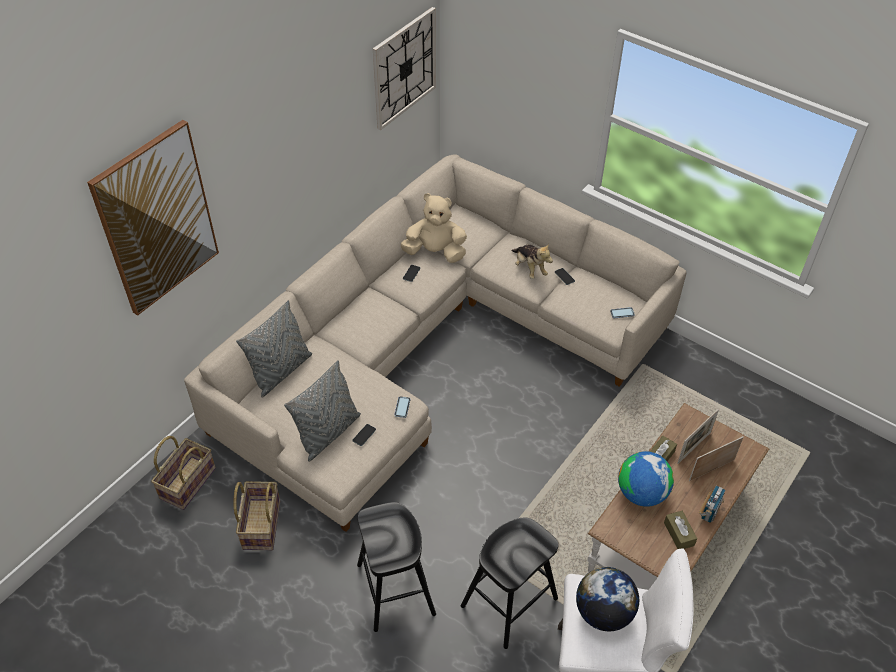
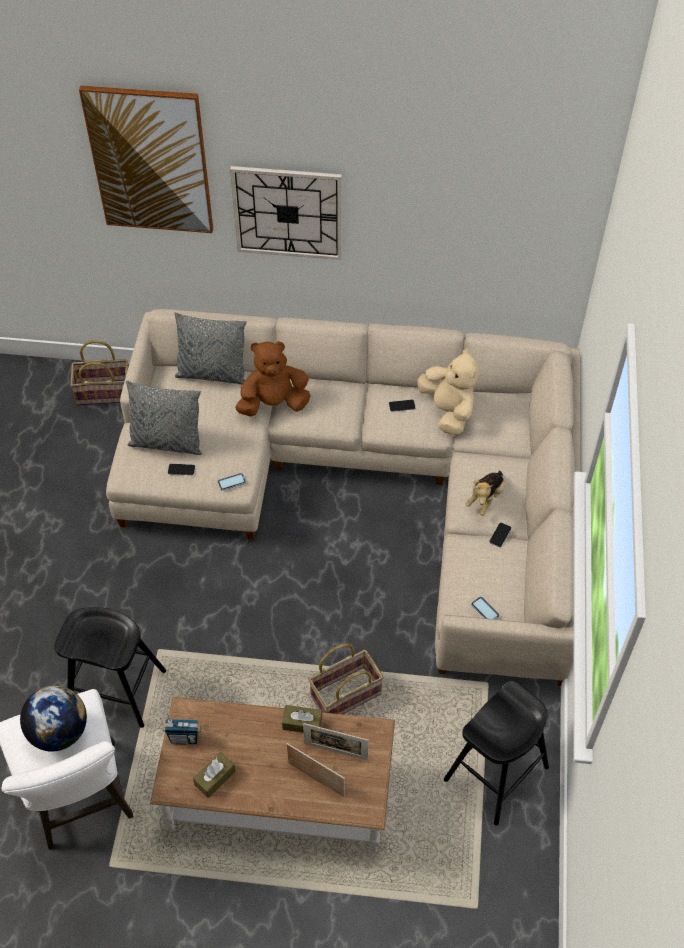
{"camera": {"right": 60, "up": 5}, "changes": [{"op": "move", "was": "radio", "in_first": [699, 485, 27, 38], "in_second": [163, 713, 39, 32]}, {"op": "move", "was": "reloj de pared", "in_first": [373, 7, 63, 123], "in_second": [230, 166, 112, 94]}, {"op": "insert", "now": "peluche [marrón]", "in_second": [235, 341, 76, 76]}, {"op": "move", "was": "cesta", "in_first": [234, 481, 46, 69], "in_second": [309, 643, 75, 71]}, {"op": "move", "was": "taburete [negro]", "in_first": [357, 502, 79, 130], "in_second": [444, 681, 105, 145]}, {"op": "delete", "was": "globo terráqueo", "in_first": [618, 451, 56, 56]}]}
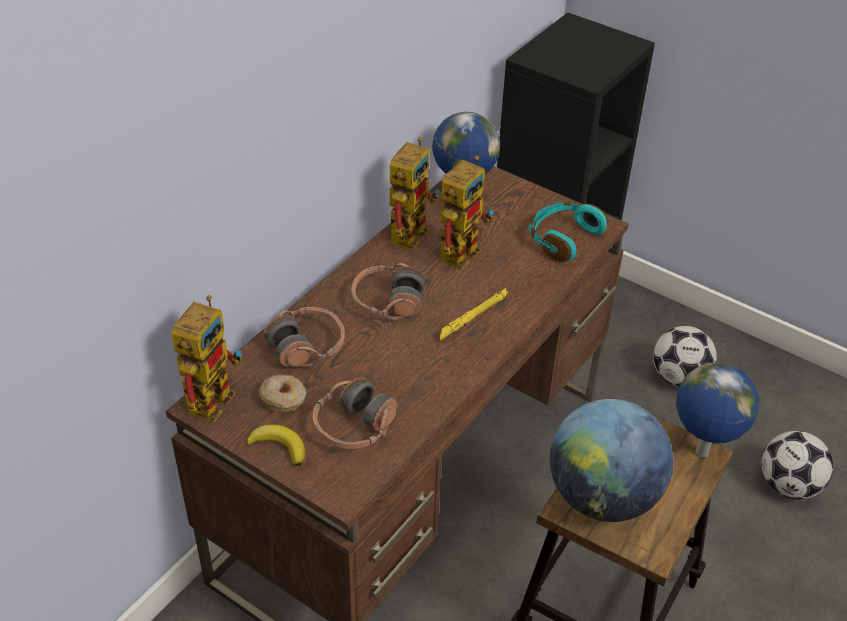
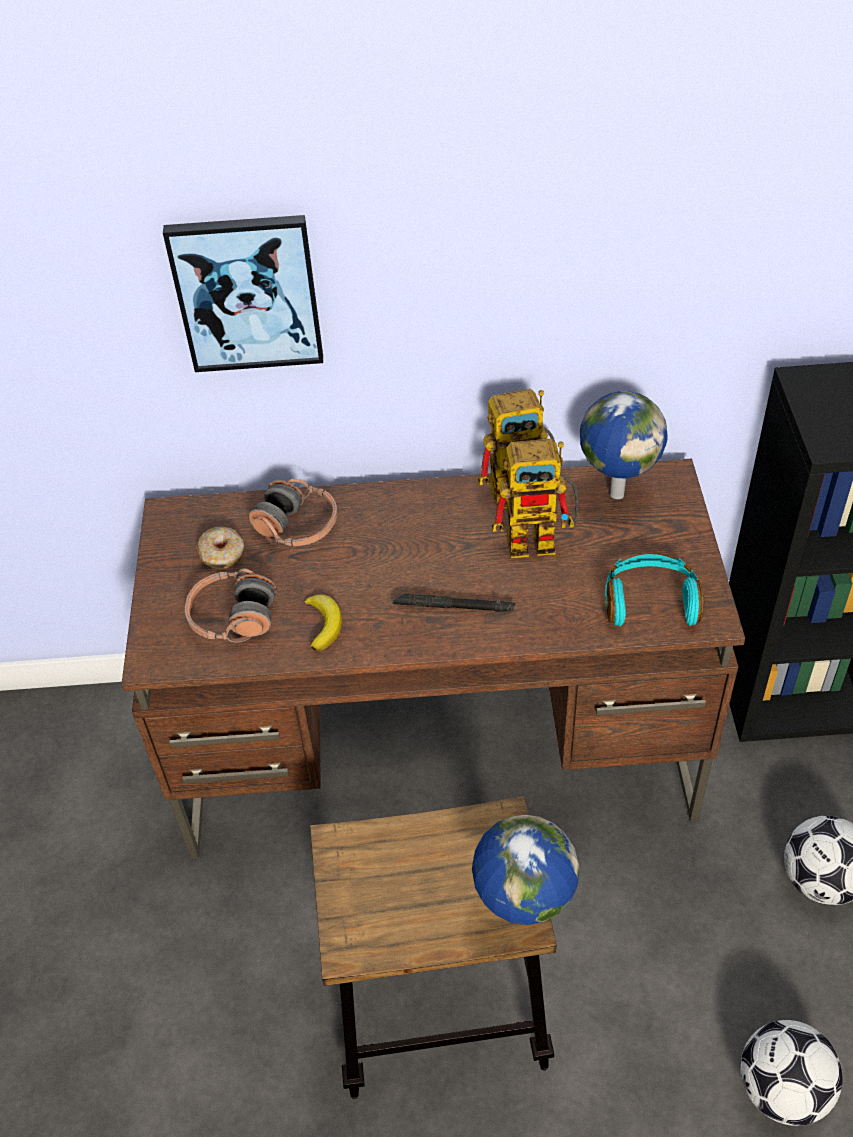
{"camera": {"right": 55, "up": 5}, "changes": [{"op": "insert", "now": "cuadro", "in_second": [163, 215, 160, 157]}, {"op": "move", "was": "plátano", "in_first": [246, 425, 60, 41], "in_second": [304, 594, 38, 57]}, {"op": "recolor", "was": "linterna [amarillo]", "now": "linterna [negro]", "in_first": [440, 288, 69, 53], "in_second": [393, 594, 123, 18]}, {"op": "delete", "was": "robot de juguete", "in_first": [172, 295, 70, 128]}, {"op": "delete", "was": "auriculares", "in_first": [352, 263, 74, 57]}, {"op": "delete", "was": "globo terráqueo", "in_first": [550, 399, 123, 123]}]}
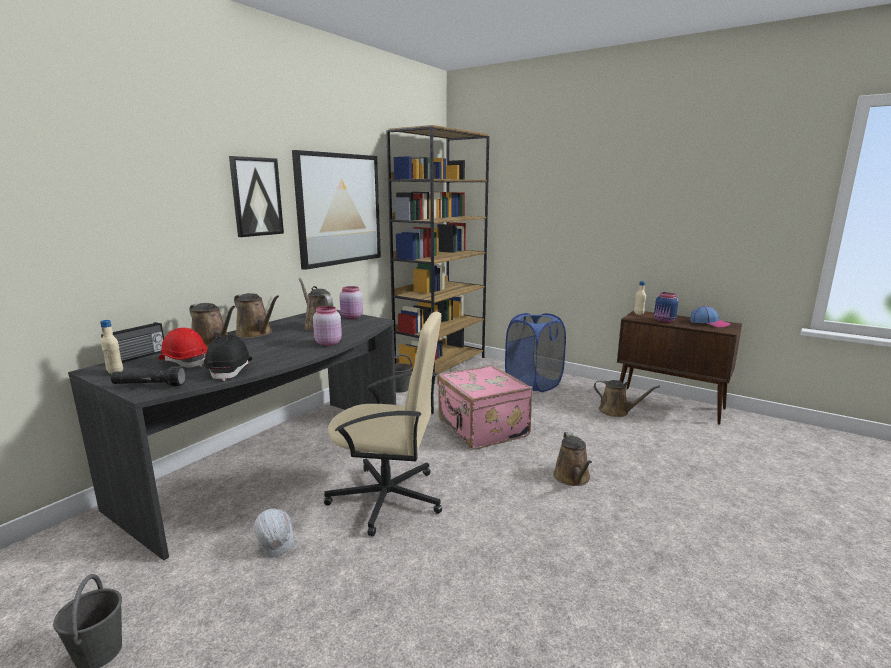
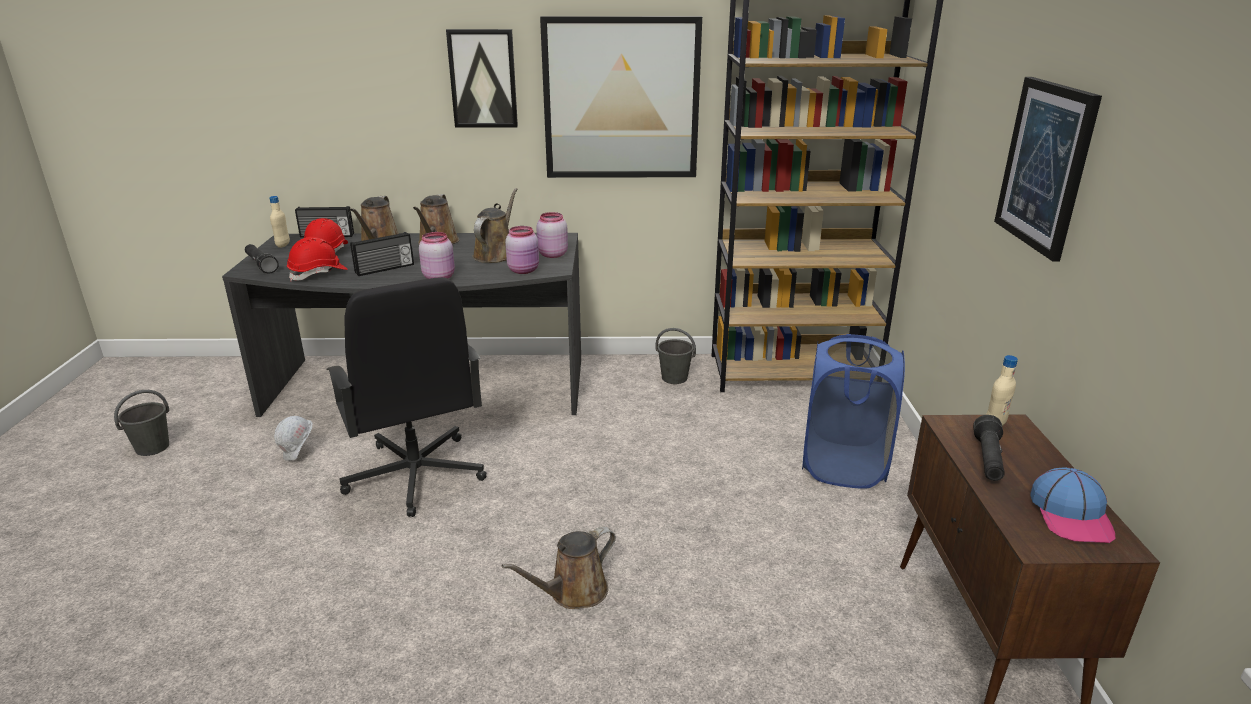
{"camera": {"right": 55, "up": 10}, "changes": [{"op": "recolor", "was": "casco [negro]", "now": "casco [rojo]", "in_first": [204, 335, 48, 46], "in_second": [287, 237, 61, 44]}, {"op": "recolor", "was": "silla de oficina [beis]", "now": "silla de oficina [negro]", "in_first": [324, 312, 118, 224], "in_second": [326, 277, 161, 240]}, {"op": "insert", "now": "radio", "in_second": [350, 232, 64, 44]}, {"op": "insert", "now": "tarro [rosa]", "in_second": [505, 226, 34, 48]}, {"op": "replace", "was": "tarro [azul]", "now": "linterna [negro]", "in_first": [654, 292, 24, 31], "in_second": [973, 415, 32, 66]}, {"op": "insert", "now": "cuadro", "in_second": [994, 77, 108, 184]}, {"op": "delete", "was": "maleta [rosa]", "in_first": [437, 365, 96, 84]}, {"op": "delete", "was": "regadera [marrón]", "in_first": [594, 380, 66, 37]}]}
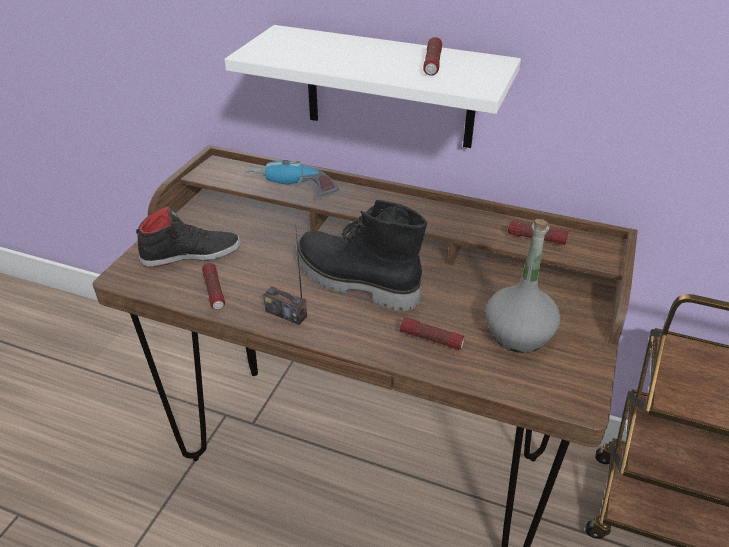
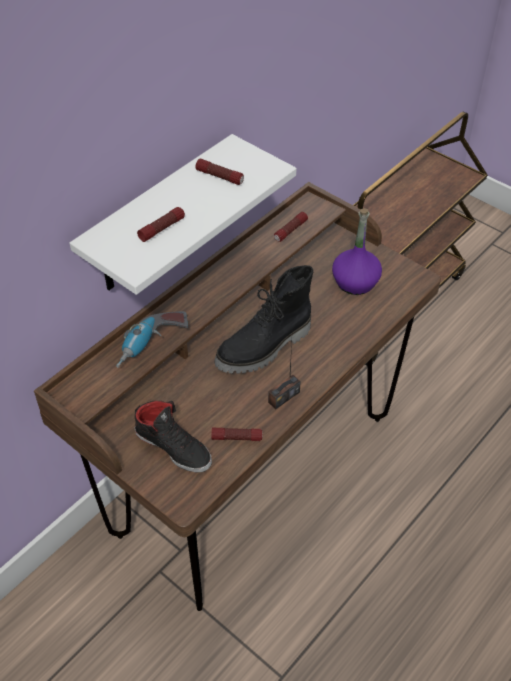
{"camera": {"right": -70, "up": 10}, "changes": [{"op": "rotate", "was": "zapato [negro]", "in_first": [136, 204, 105, 63], "in_second": [135, 401, 77, 72], "clockwise": 120}, {"op": "move", "was": "linterna", "in_first": [400, 317, 65, 33], "in_second": [137, 207, 48, 35]}, {"op": "recolor", "was": "botella [gris]", "now": "botella [morado]", "in_first": [486, 219, 74, 134], "in_second": [332, 208, 50, 87]}]}
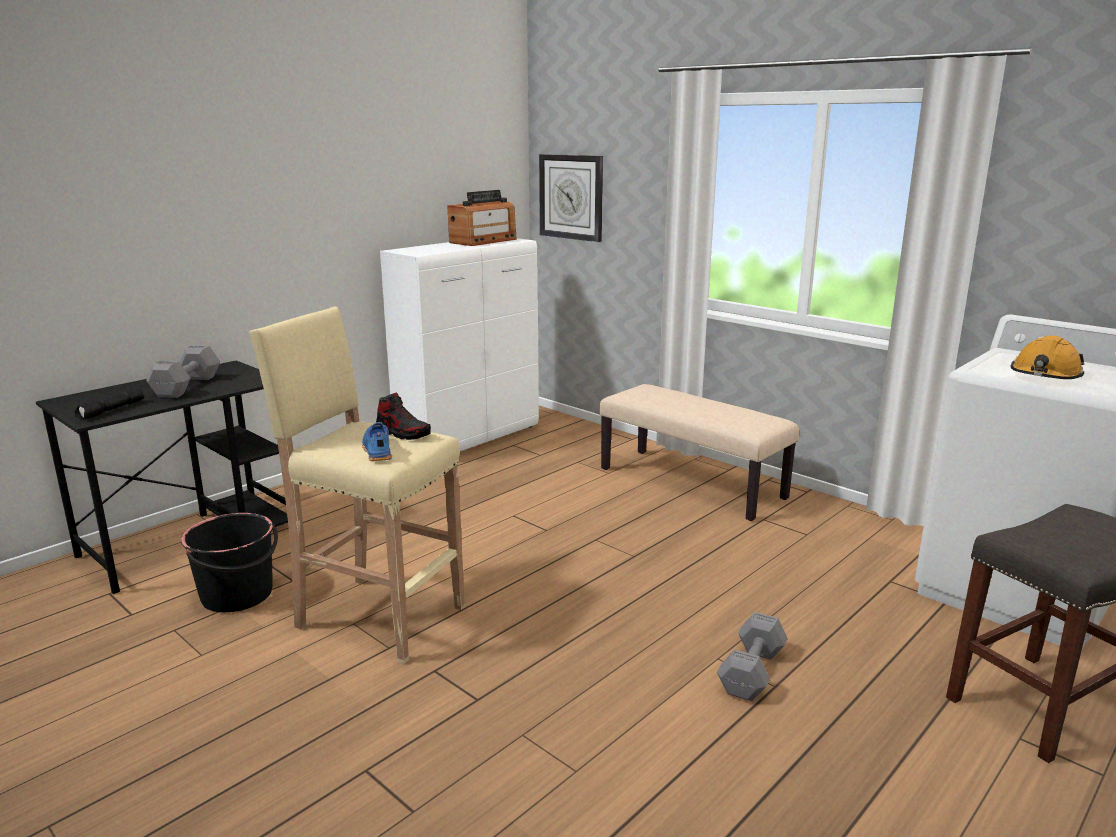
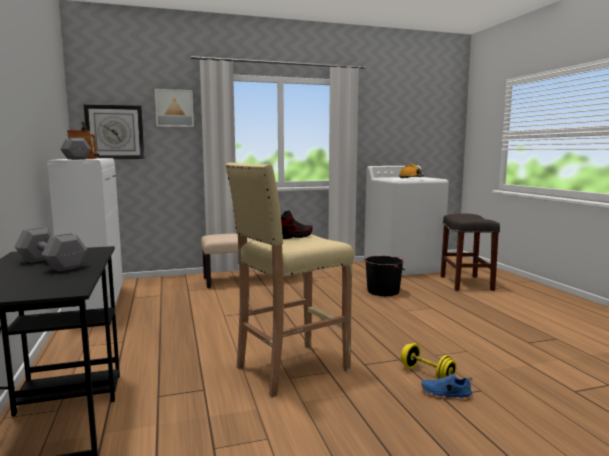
{"camera": {"right": -60, "up": -10}, "changes": [{"op": "move", "was": "mancuerna [gris]", "in_first": [717, 612, 71, 89], "in_second": [60, 138, 31, 22]}, {"op": "insert", "now": "cuadro", "in_second": [155, 89, 39, 38]}, {"op": "move", "was": "cubo [negro]", "in_first": [181, 513, 97, 99], "in_second": [365, 256, 40, 40]}, {"op": "insert", "now": "mancuerna [amarillo]", "in_second": [401, 343, 56, 36]}, {"op": "move", "was": "zapato [azul]", "in_first": [362, 422, 30, 39], "in_second": [421, 373, 52, 27]}, {"op": "delete", "was": "linterna [negro]", "in_first": [75, 389, 69, 30]}]}
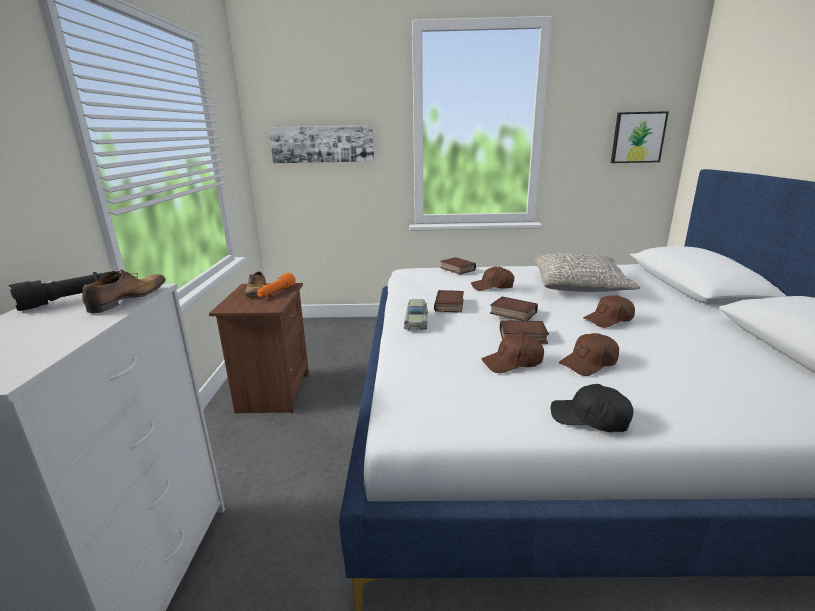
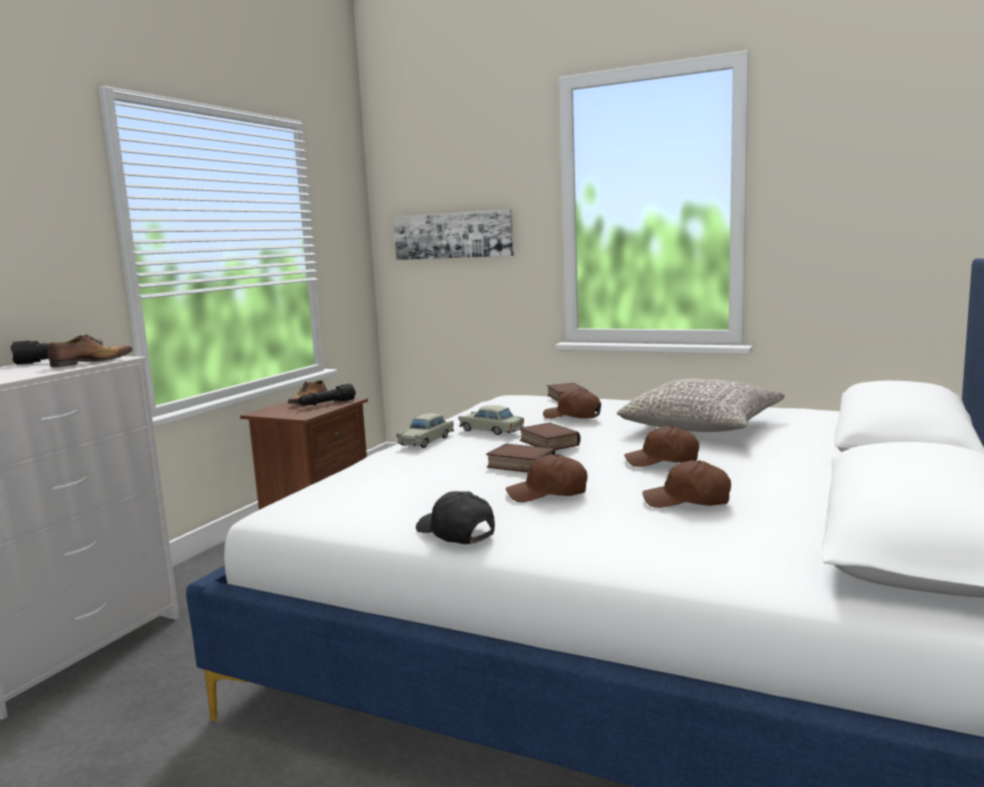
{"camera": {"right": 25, "up": -10}, "changes": [{"op": "recolor", "was": "linterna [naranja]", "now": "linterna [negro]", "in_first": [257, 273, 39, 24], "in_second": [298, 383, 58, 23]}, {"op": "replace", "was": "libro", "now": "coche de juguete [beis]", "in_first": [434, 290, 30, 23], "in_second": [458, 405, 66, 30]}, {"op": "move", "was": "gorra [marrón]", "in_first": [482, 334, 62, 39], "in_second": [642, 460, 89, 48]}, {"op": "delete", "was": "cuadro", "in_first": [611, 111, 58, 52]}]}
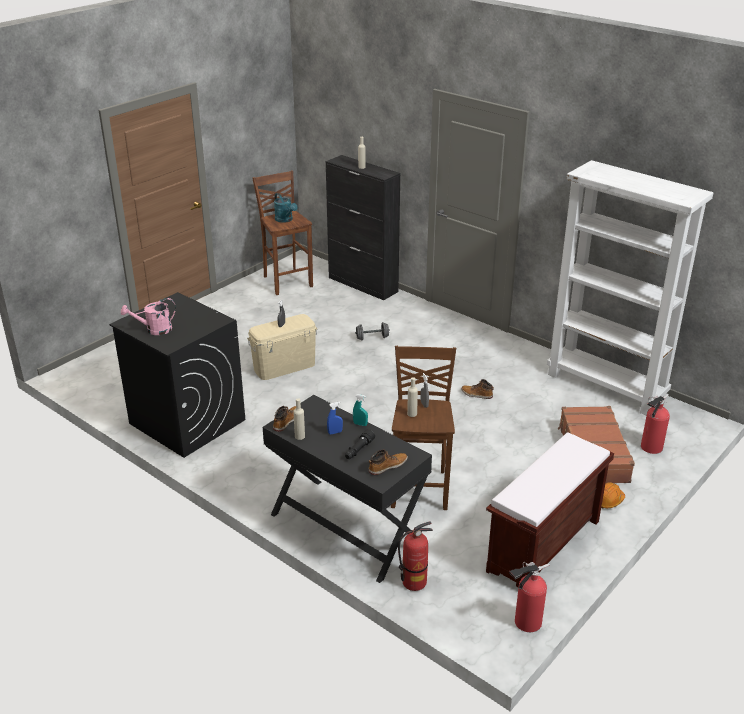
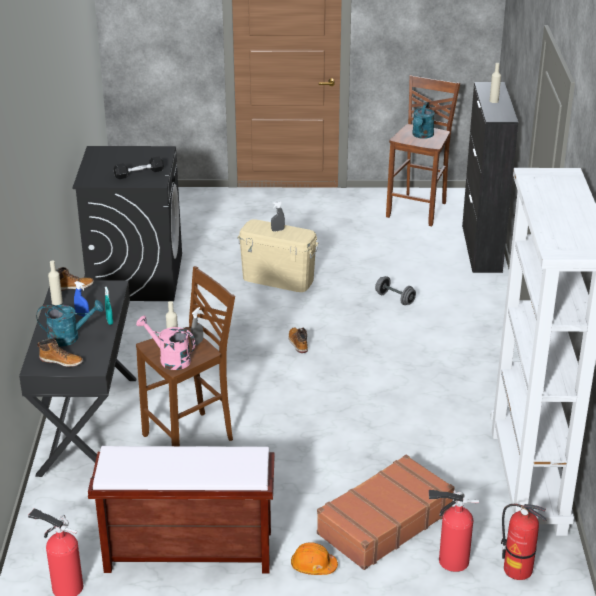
{"camera": {"right": 50, "up": 0}, "changes": [{"op": "replace", "was": "linterna [negro]", "now": "regadera [turquesa]", "in_first": [345, 429, 30, 30], "in_second": [36, 300, 68, 47]}, {"op": "insert", "now": "mancuerna [negro]", "in_second": [114, 156, 50, 23]}, {"op": "move", "was": "regadera [rosa]", "in_first": [121, 298, 55, 37], "in_second": [136, 316, 59, 54]}, {"op": "move", "was": "bota", "in_first": [461, 379, 33, 20], "in_second": [288, 328, 20, 25]}, {"op": "move", "was": "extintor", "in_first": [398, 521, 35, 70], "in_second": [501, 504, 46, 76]}]}
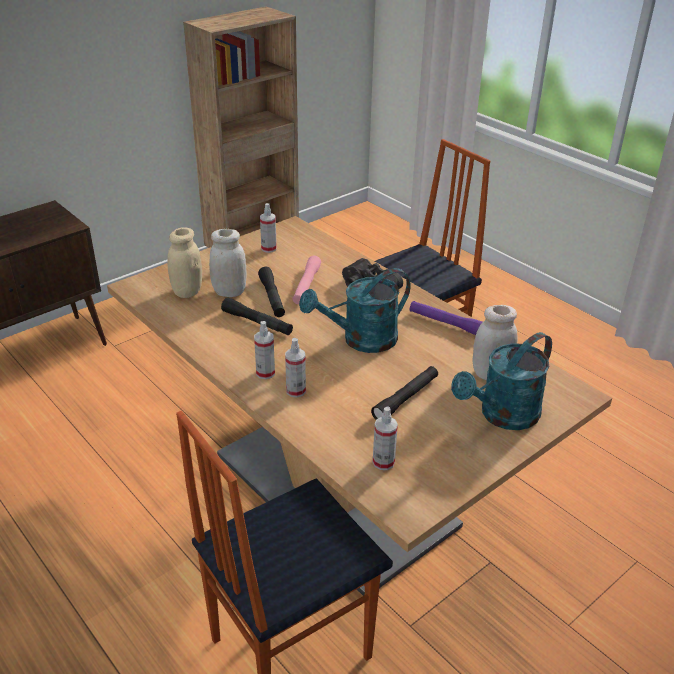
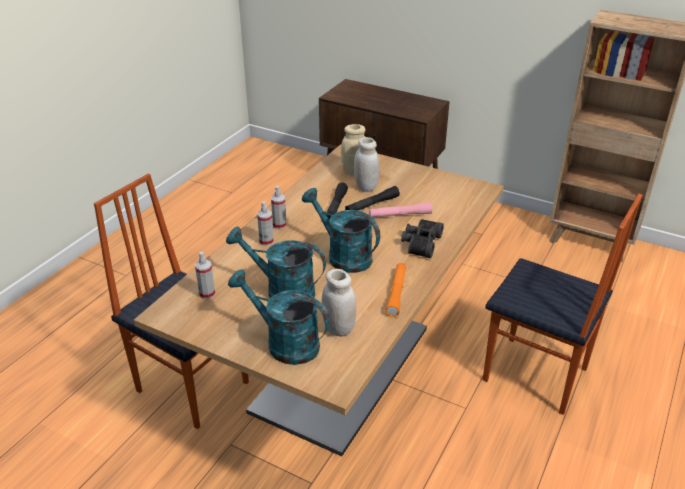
{"camera": {"right": 70, "up": 0}, "changes": [{"op": "replace", "was": "linterna [negro]", "now": "regadera [turquesa]", "in_first": [371, 366, 67, 54], "in_second": [226, 227, 100, 71]}, {"op": "recolor", "was": "linterna [morado]", "now": "linterna [naranja]", "in_first": [410, 301, 73, 34], "in_second": [385, 263, 21, 54]}, {"op": "delete", "was": "pulverizador", "in_first": [260, 203, 17, 50]}]}
